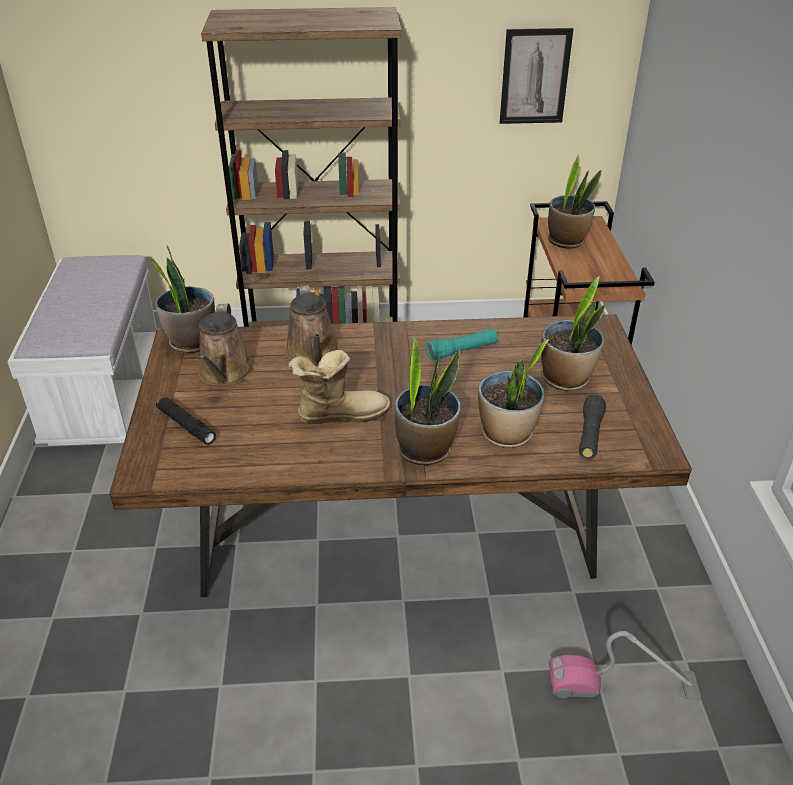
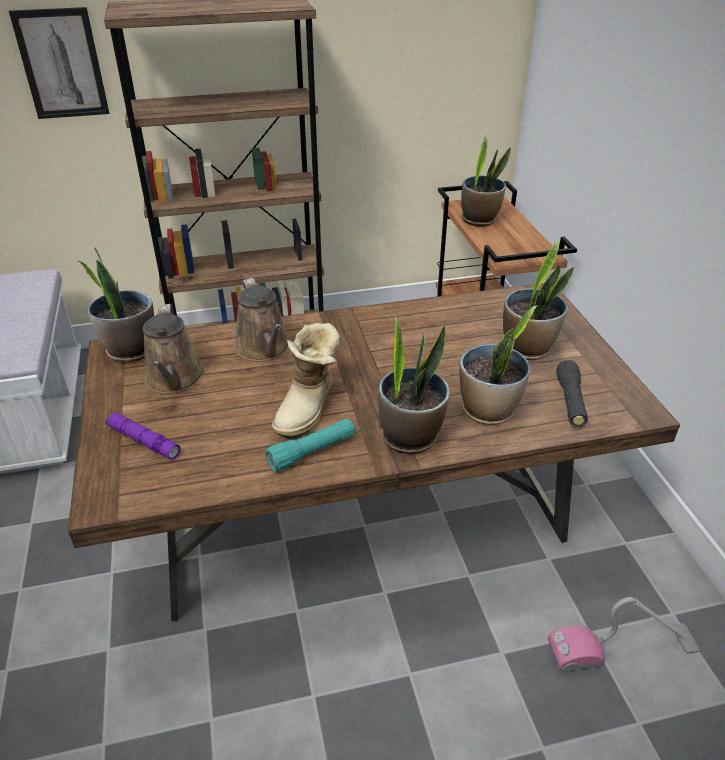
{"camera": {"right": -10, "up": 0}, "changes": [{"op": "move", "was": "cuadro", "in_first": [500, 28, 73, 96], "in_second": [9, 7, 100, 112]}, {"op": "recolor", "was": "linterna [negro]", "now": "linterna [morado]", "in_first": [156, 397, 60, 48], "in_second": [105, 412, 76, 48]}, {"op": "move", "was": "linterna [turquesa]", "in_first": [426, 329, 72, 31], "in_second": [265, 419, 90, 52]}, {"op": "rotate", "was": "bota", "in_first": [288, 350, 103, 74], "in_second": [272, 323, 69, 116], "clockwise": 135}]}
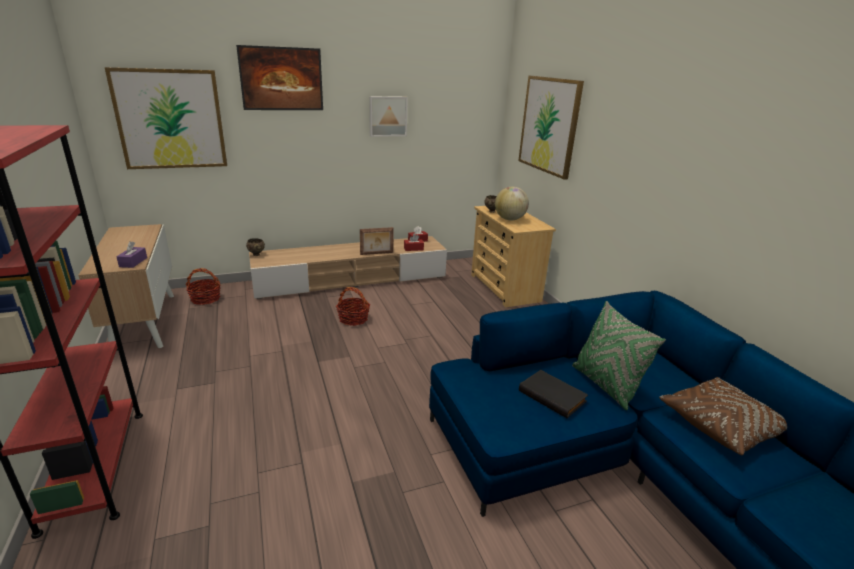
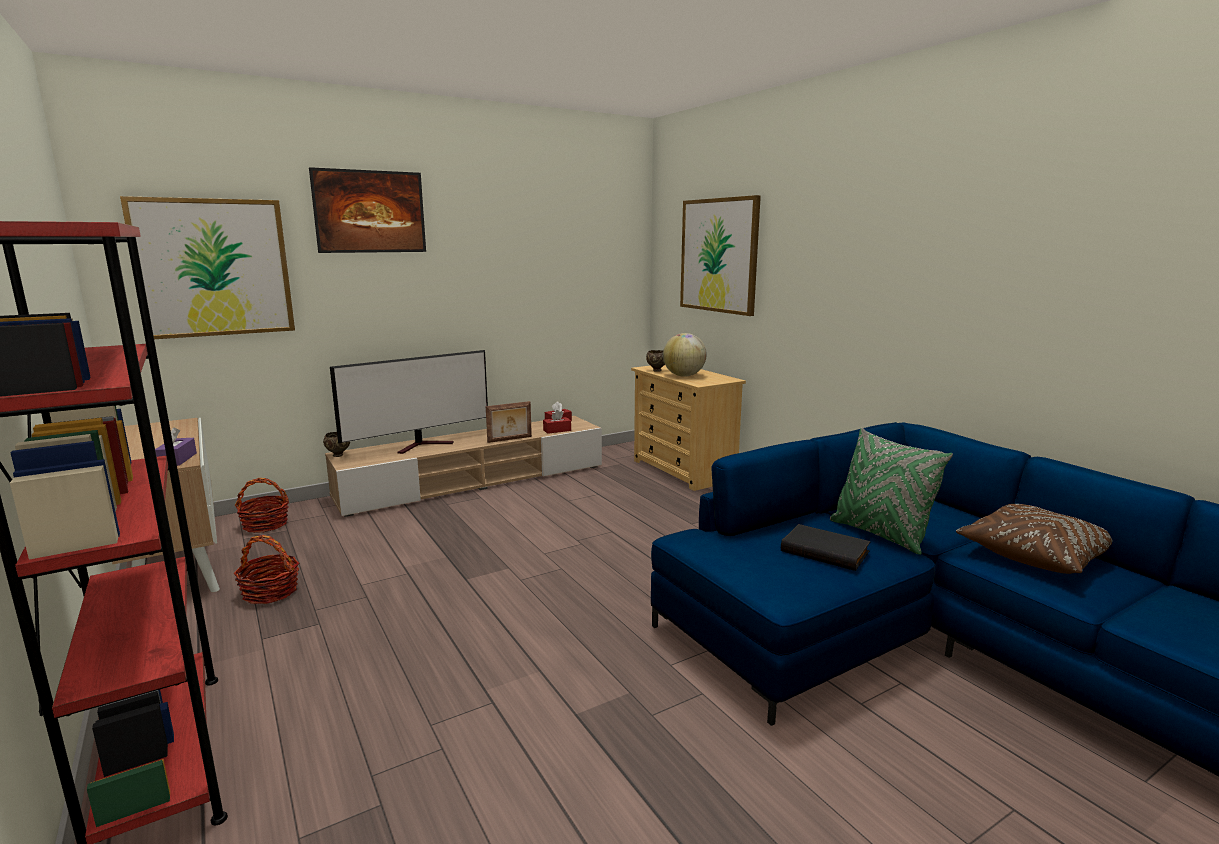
{"camera": {"right": -10, "up": -10}, "changes": [{"op": "move", "was": "cesta", "in_first": [336, 287, 34, 39], "in_second": [234, 535, 65, 69]}, {"op": "insert", "now": "televisor", "in_second": [330, 350, 158, 104]}, {"op": "delete", "was": "cuadro", "in_first": [369, 96, 39, 41]}]}
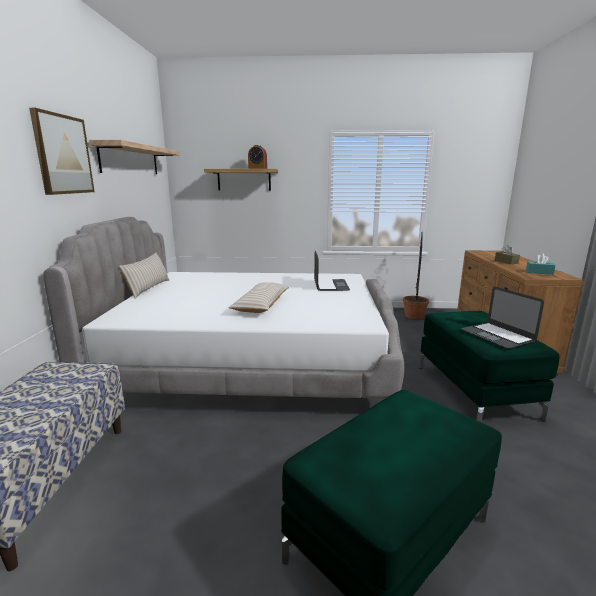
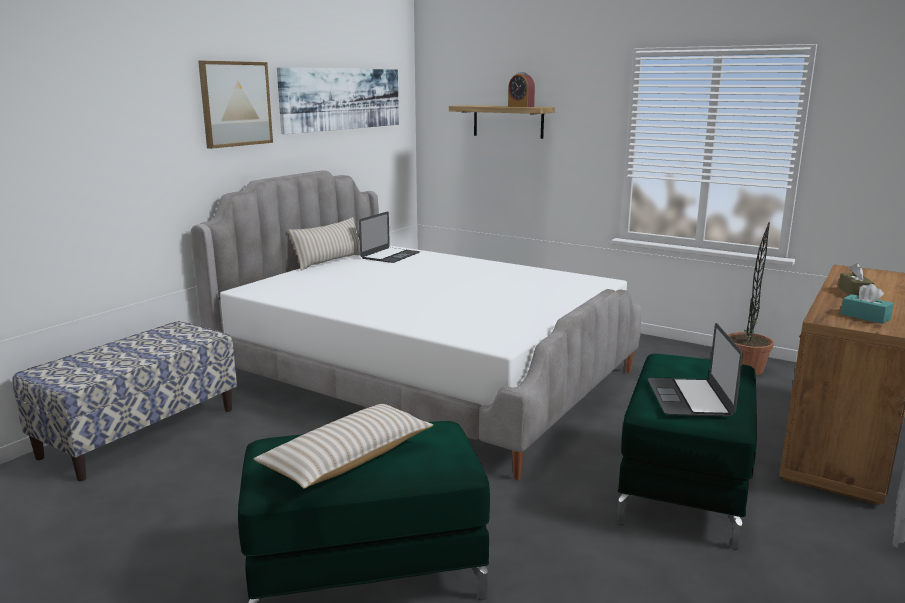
{"camera": {"right": 30, "up": 0}, "changes": [{"op": "move", "was": "cojín [beis]", "in_first": [228, 282, 61, 31], "in_second": [254, 404, 179, 85]}, {"op": "replace", "was": "estante", "now": "cuadro", "in_first": [89, 140, 91, 34], "in_second": [277, 67, 122, 67]}, {"op": "move", "was": "portátil", "in_first": [314, 251, 36, 40], "in_second": [359, 211, 61, 52]}]}
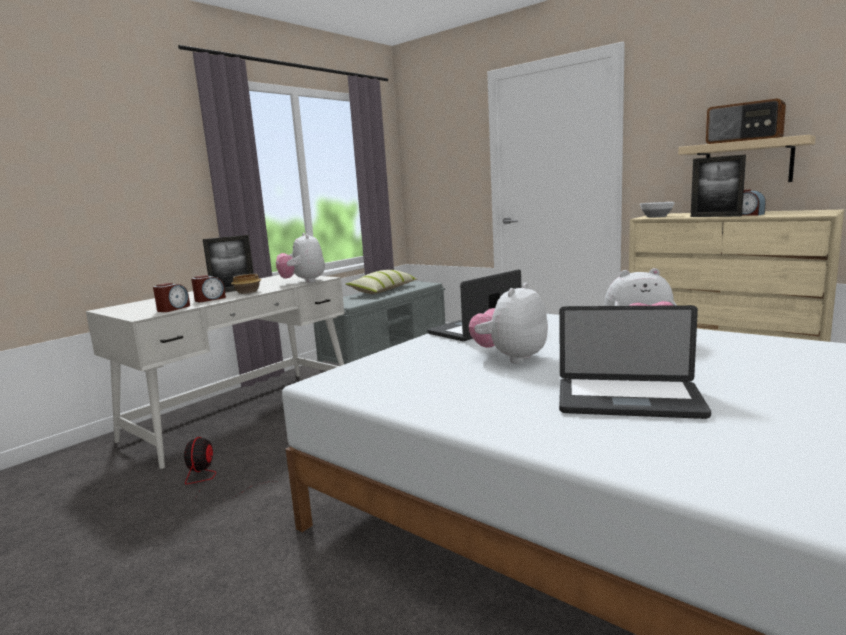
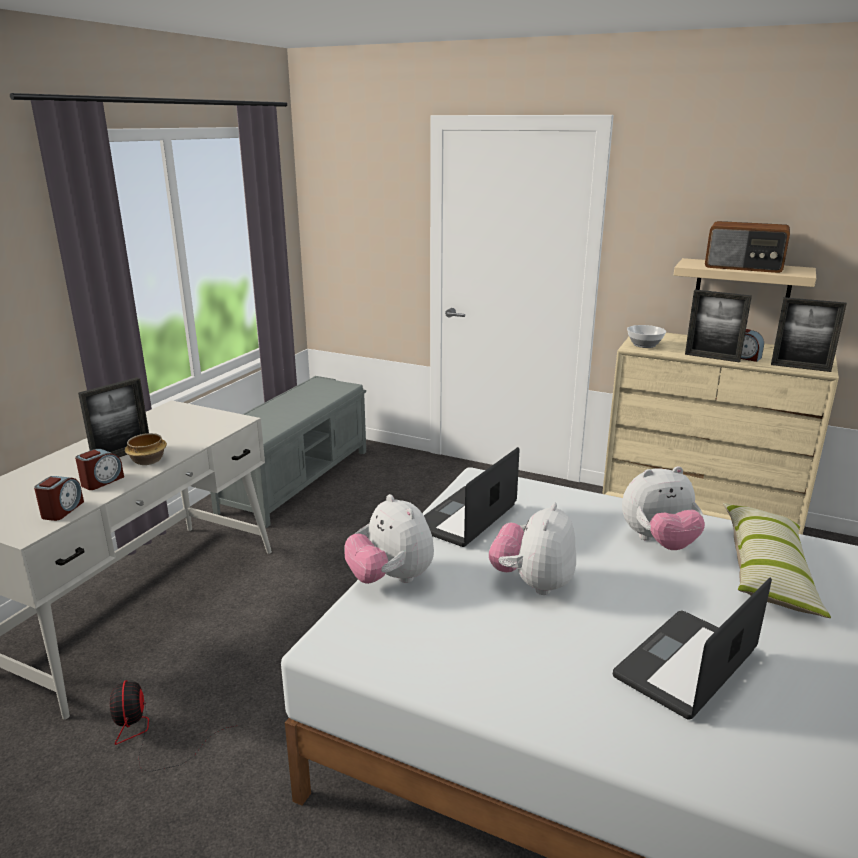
{"camera": {"right": -15, "up": 10}, "changes": [{"op": "move", "was": "peluche", "in_first": [276, 233, 49, 50], "in_second": [344, 494, 90, 90]}, {"op": "rotate", "was": "portátil", "in_first": [559, 305, 152, 114], "in_second": [613, 577, 159, 143], "clockwise": 135}, {"op": "move", "was": "cojín", "in_first": [346, 270, 71, 24], "in_second": [723, 503, 108, 115]}, {"op": "insert", "now": "portarretratos", "in_second": [771, 297, 76, 75]}]}
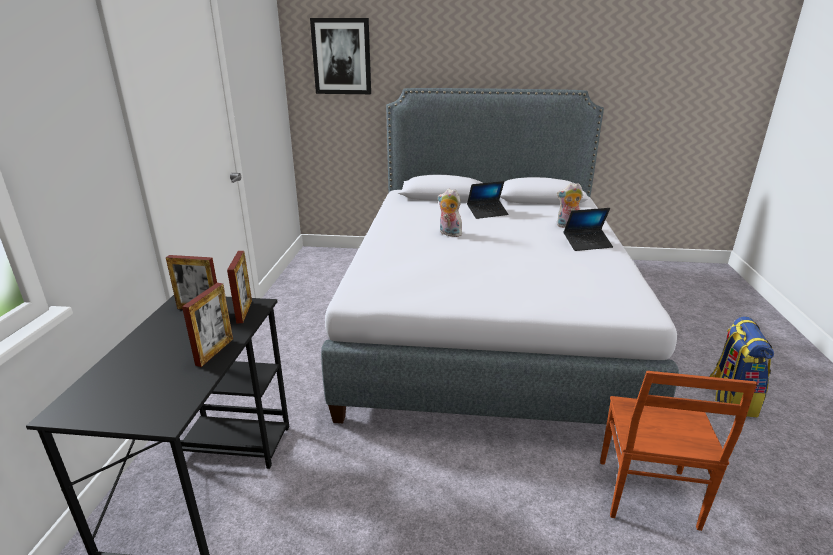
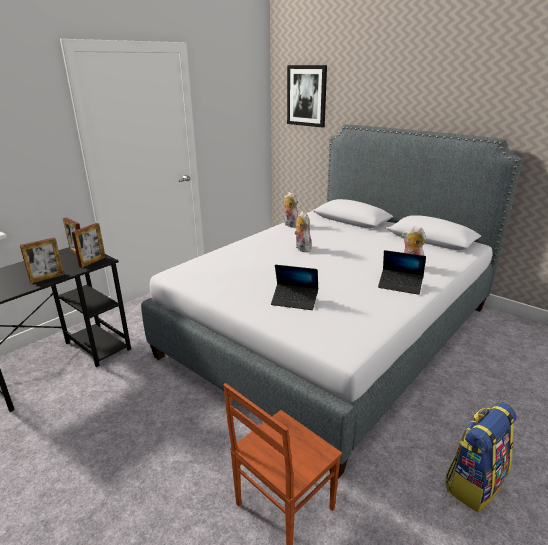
{"camera": {"right": 35, "up": 0}, "changes": [{"op": "move", "was": "portátil", "in_first": [467, 181, 42, 38], "in_second": [271, 265, 47, 45]}, {"op": "insert", "now": "peluche", "in_second": [283, 192, 15, 36]}]}
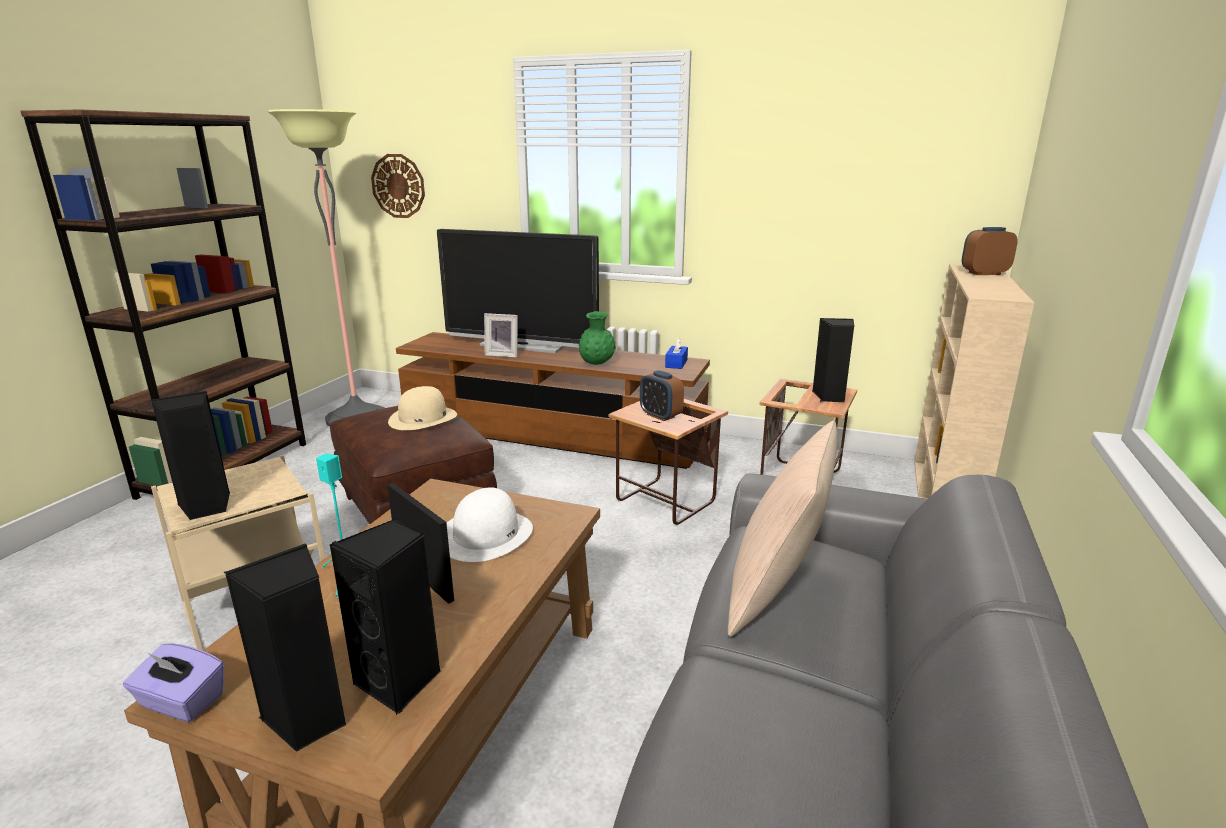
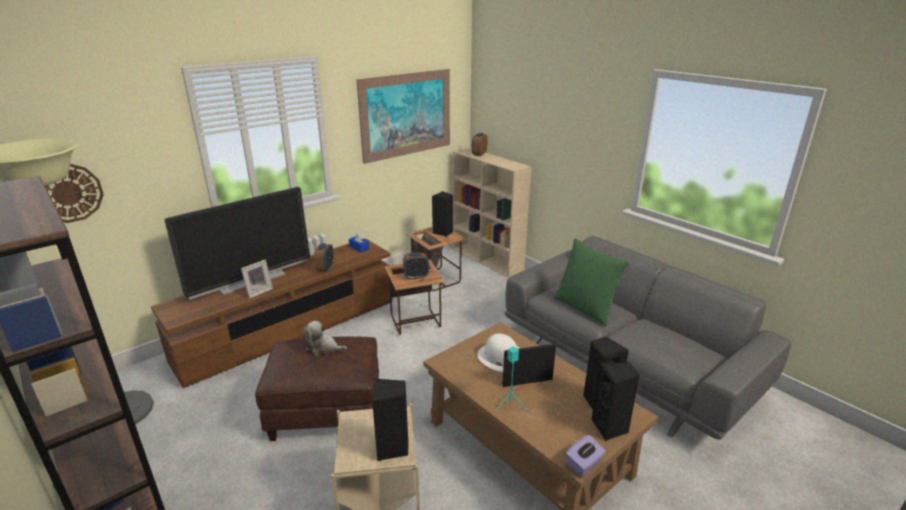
{"camera": {"right": -60, "up": 5}, "changes": [{"op": "replace", "was": "sombrero [beis]", "now": "peluche", "in_first": [388, 386, 69, 44], "in_second": [303, 321, 44, 35]}, {"op": "replace", "was": "florero [verde]", "now": "despertador", "in_first": [579, 311, 37, 54], "in_second": [314, 243, 20, 29]}, {"op": "insert", "now": "cuadro", "in_second": [357, 69, 93, 95]}, {"op": "recolor", "was": "cojín [beis]", "now": "cojín [verde]", "in_first": [728, 421, 109, 216], "in_second": [554, 238, 76, 88]}]}
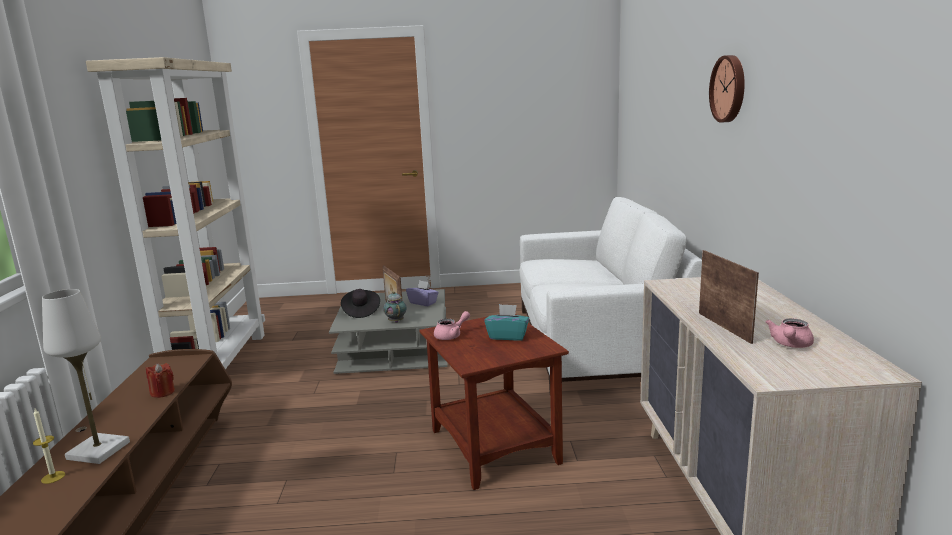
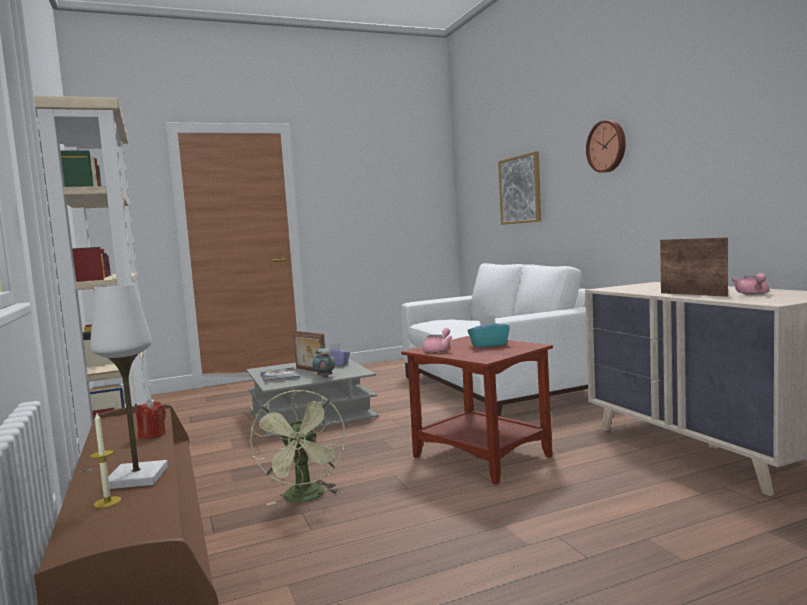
{"camera": {"right": -20, "up": -10}, "changes": [{"op": "insert", "now": "ventilador [verde]", "in_second": [250, 390, 96, 116]}, {"op": "replace", "was": "sombrero [negro]", "now": "libro", "in_first": [341, 289, 39, 29], "in_second": [260, 368, 40, 15]}, {"op": "insert", "now": "cuadro", "in_second": [498, 152, 43, 73]}]}
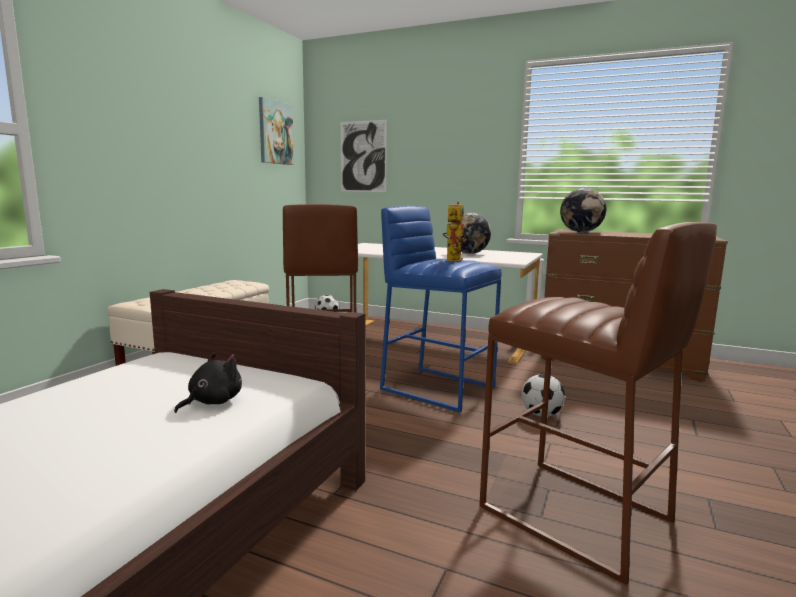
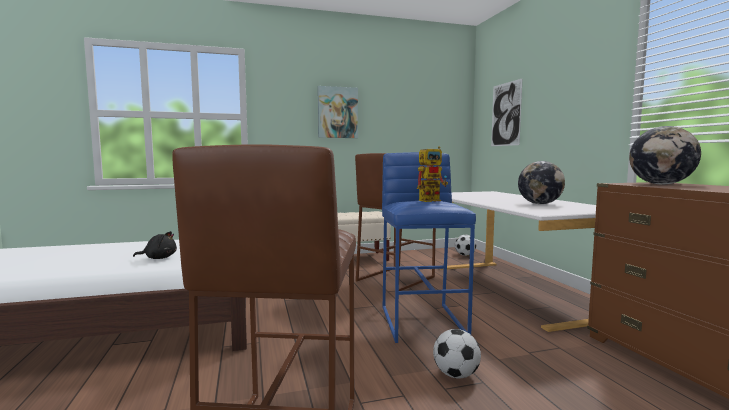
{"camera": {"right": 50, "up": -5}, "changes": [{"op": "move", "was": "cuadro", "in_first": [259, 97, 35, 68], "in_second": [318, 86, 40, 52]}]}
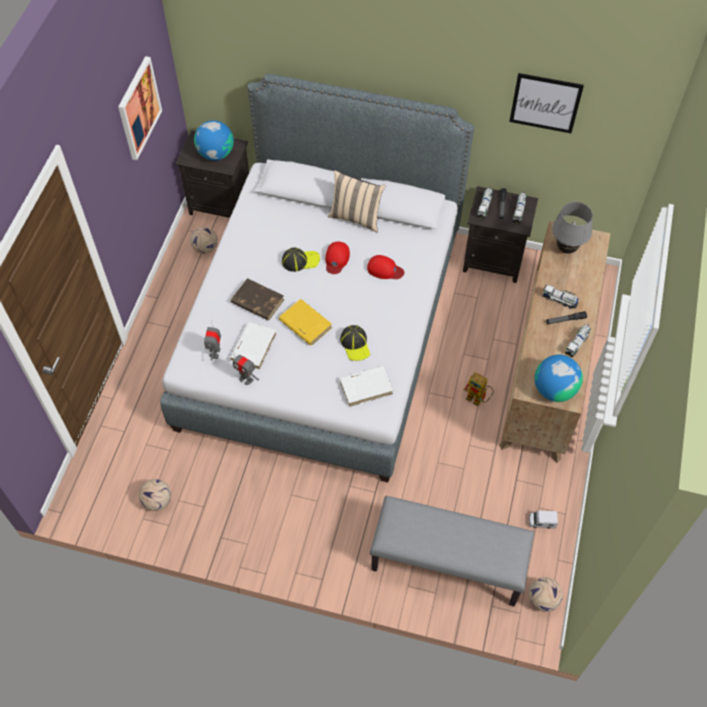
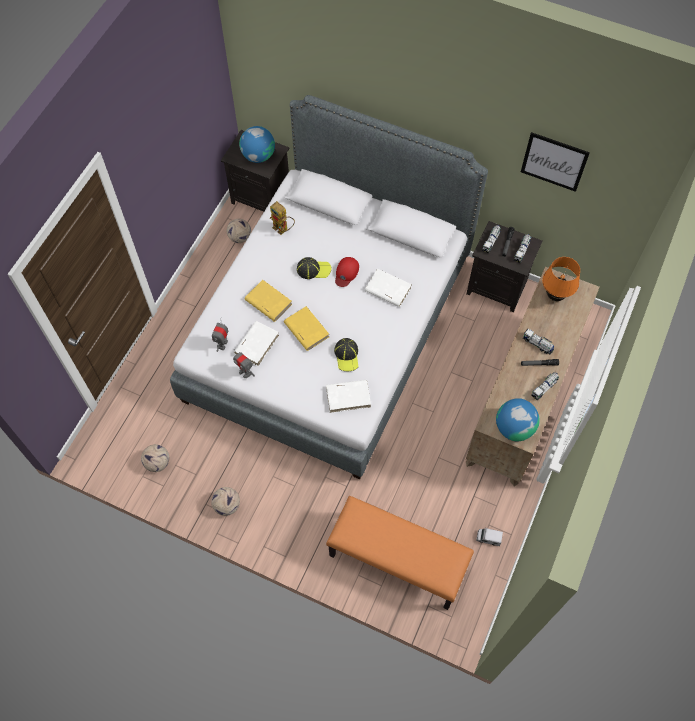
{"camera": {"right": 10, "up": 5}, "changes": [{"op": "move", "was": "balón de fútbol", "in_first": [529, 577, 34, 35], "in_second": [211, 487, 29, 29]}, {"op": "recolor", "was": "libro [marrón]", "now": "libro [amarillo]", "in_first": [231, 278, 53, 43], "in_second": [245, 280, 47, 42]}, {"op": "move", "was": "robot de juguete", "in_first": [463, 372, 31, 34], "in_second": [270, 201, 25, 34]}, {"op": "recolor", "was": "banco [gris]", "now": "banco [naranja]", "in_first": [370, 496, 164, 110], "in_second": [326, 496, 148, 114]}, {"op": "replace", "was": "gorra [rojo]", "now": "libro [blanco]", "in_first": [367, 255, 38, 24], "in_second": [365, 269, 47, 38]}, {"op": "recolor", "was": "lámpara de mesa [gris]", "now": "lámpara de mesa [naranja]", "in_first": [552, 202, 41, 52], "in_second": [542, 257, 38, 44]}, {"op": "delete", "was": "cuadro", "in_first": [118, 56, 44, 104]}, {"op": "delete", "was": "cojín [beis]", "in_first": [328, 170, 57, 63]}]}
